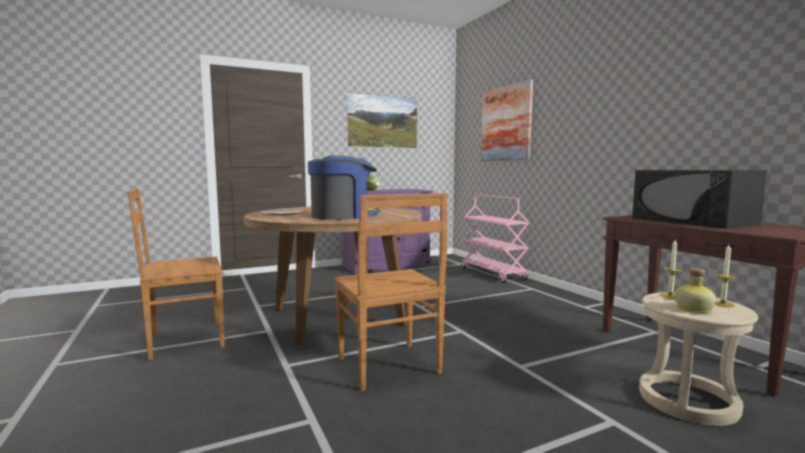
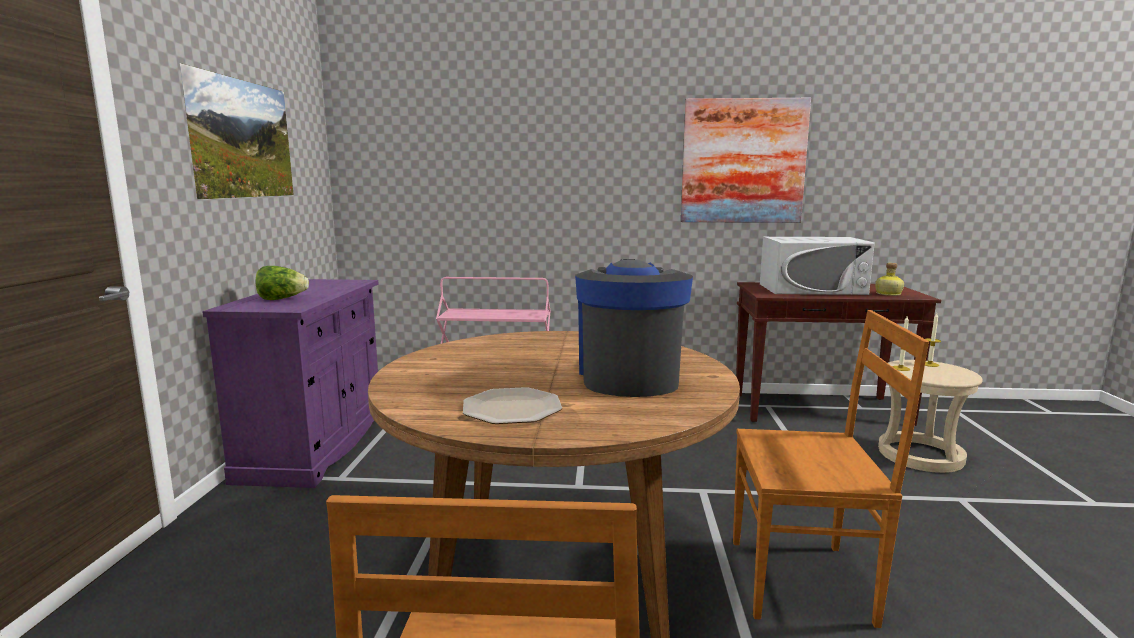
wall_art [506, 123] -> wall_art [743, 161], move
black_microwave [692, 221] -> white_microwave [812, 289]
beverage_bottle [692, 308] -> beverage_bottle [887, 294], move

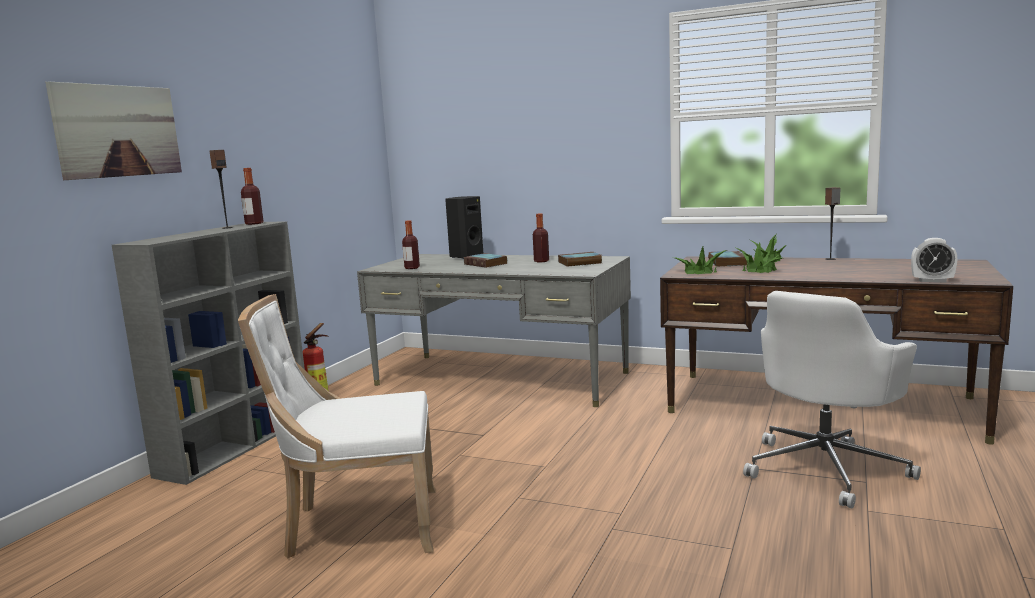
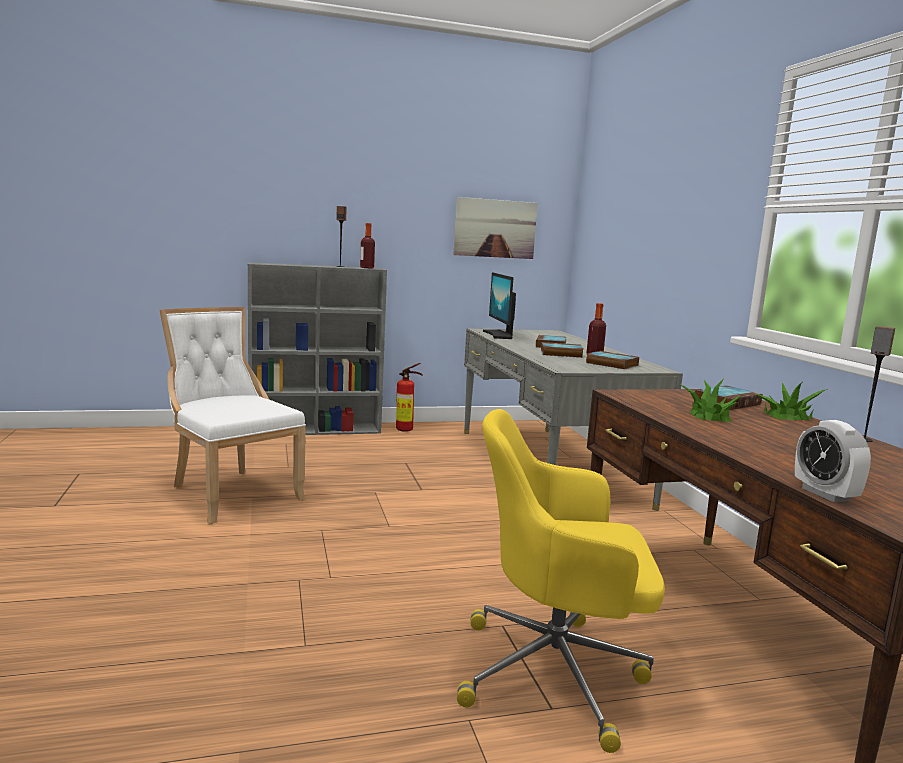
wall_art [118, 131] -> wall_art [495, 228], move
beverage_bottle [412, 268] -> computer_display [499, 335]
black_loudspeaker [465, 256] -> none
potted_plant [699, 271] -> none
white_office_chair [826, 468] -> yellowish_office_chair [556, 672]
none -> bound_book [560, 354]

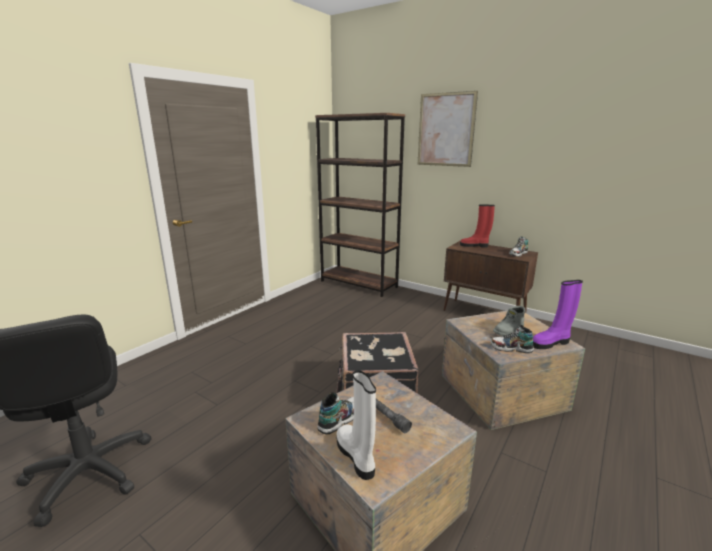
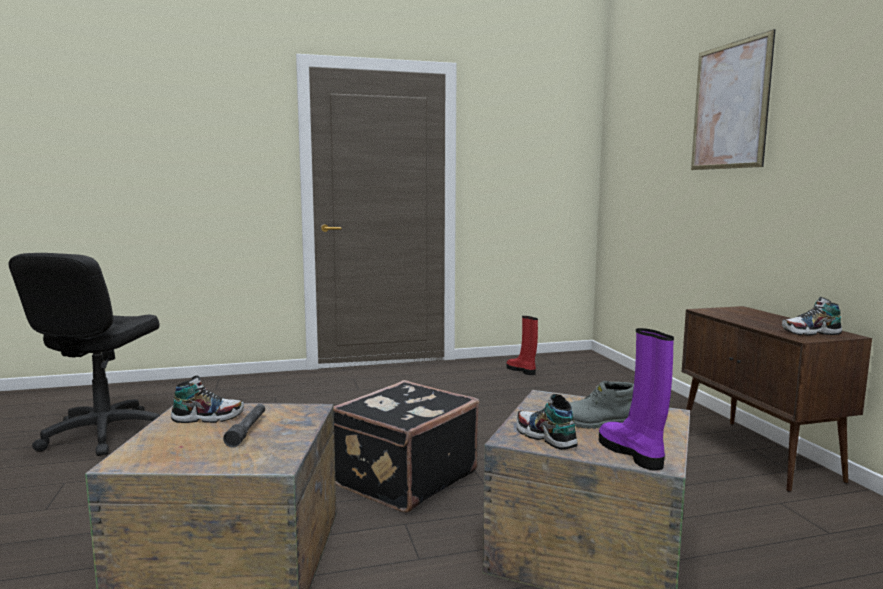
brown_bookshelf [359, 284] -> none
white_tall_boot [356, 456] -> none
red_tall_boot [474, 245] -> red_tall_boot [522, 370], move
purple-coloured_tall_boot [551, 343] -> purple-coloured_tall_boot [632, 453], 45 degrees clockwise

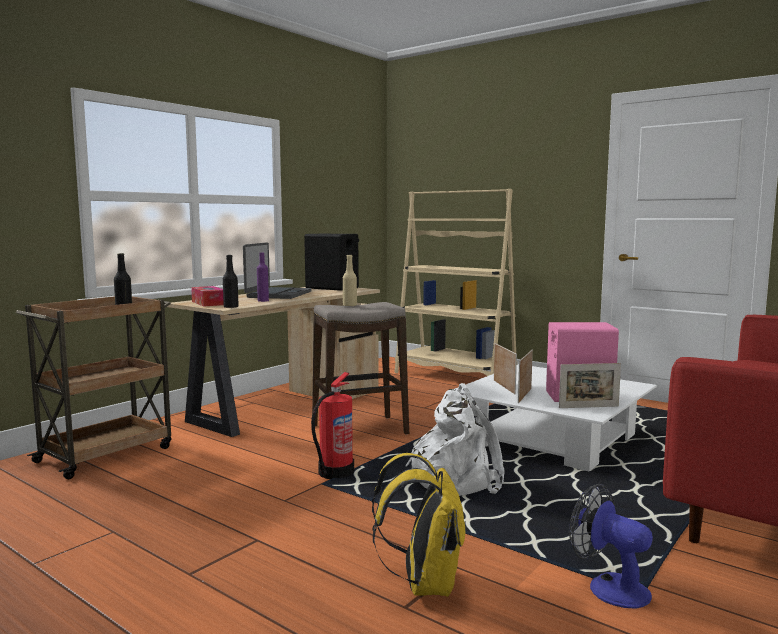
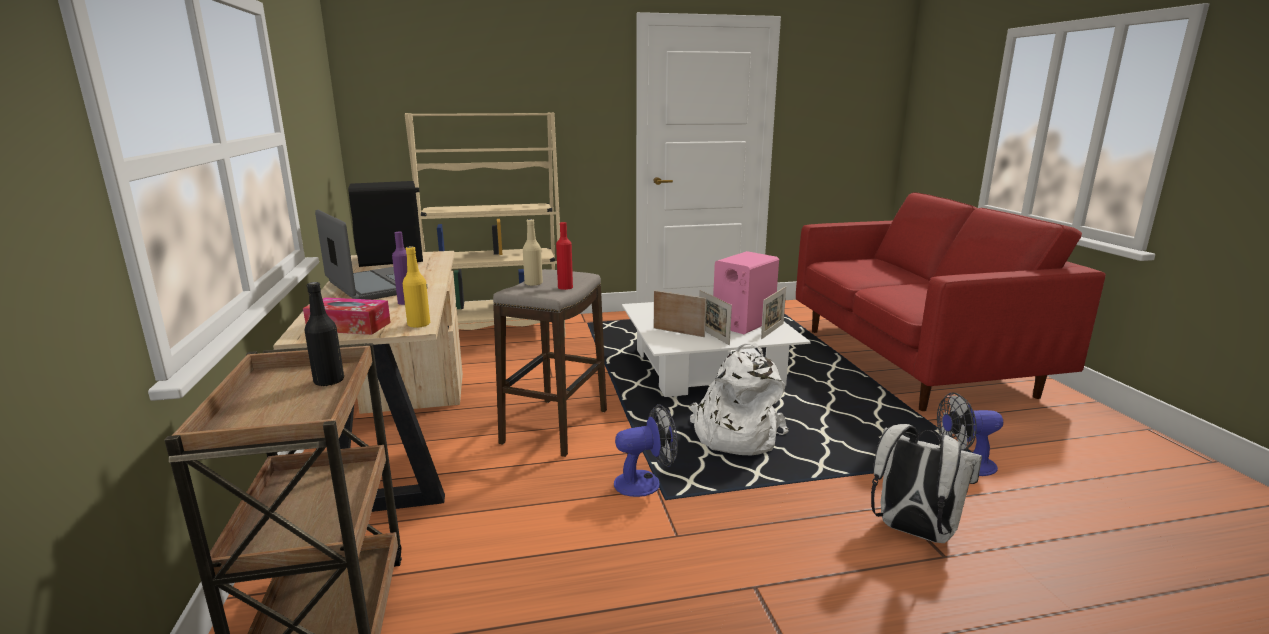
black_beverage_bottle [231, 307] -> yellowish_beverage_bottle [419, 325]
extinguisher [335, 473] -> electric_fan [645, 482]
yellowish_knapsack [424, 583] -> white_knapsack [912, 531]
none -> red_beverage_bottle [565, 287]

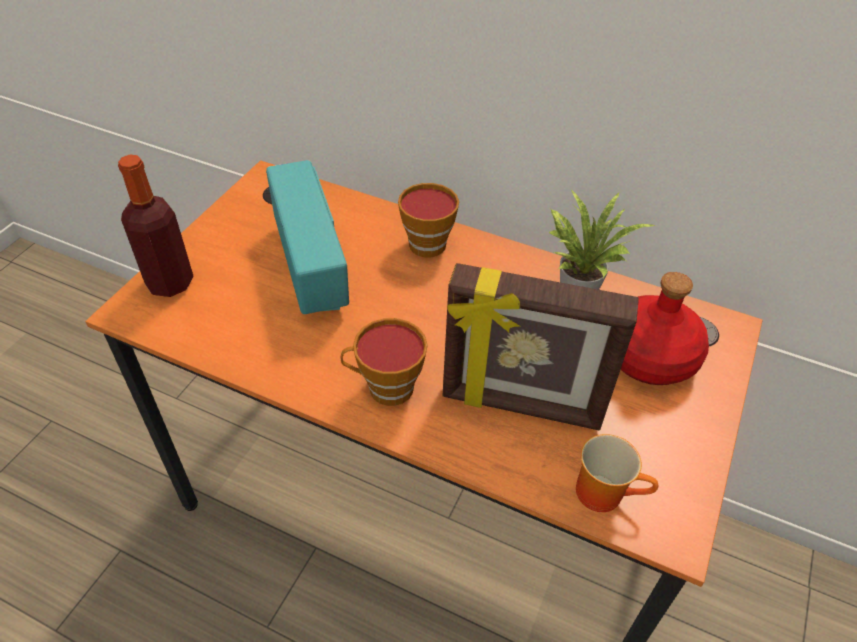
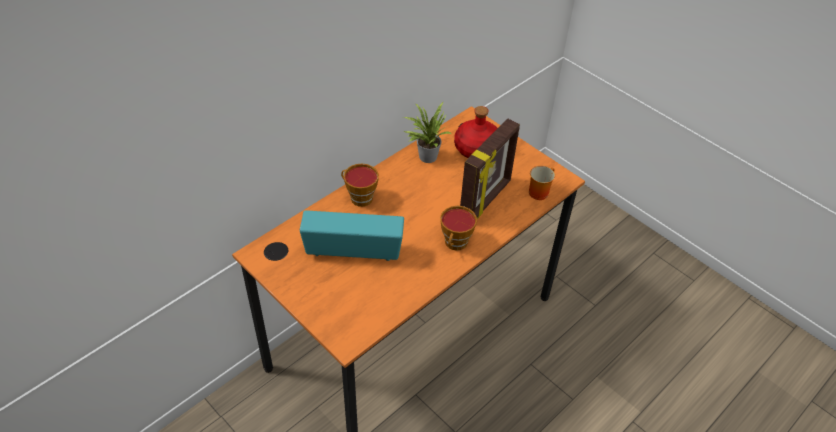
beverage_bottle [170, 282] -> none

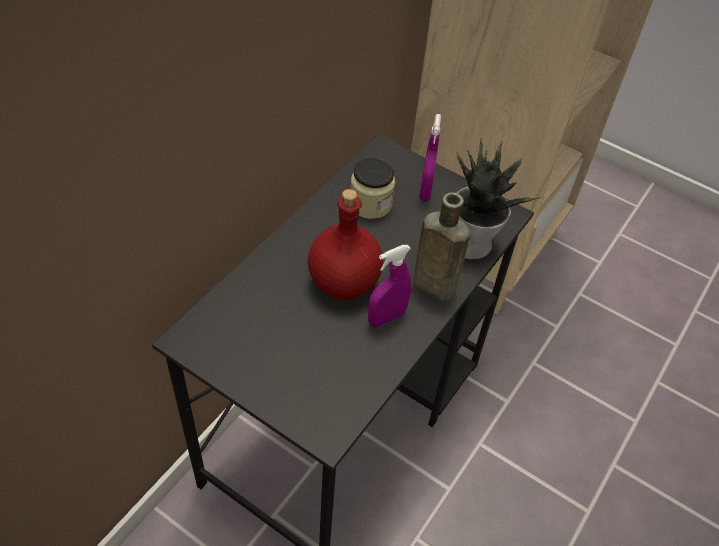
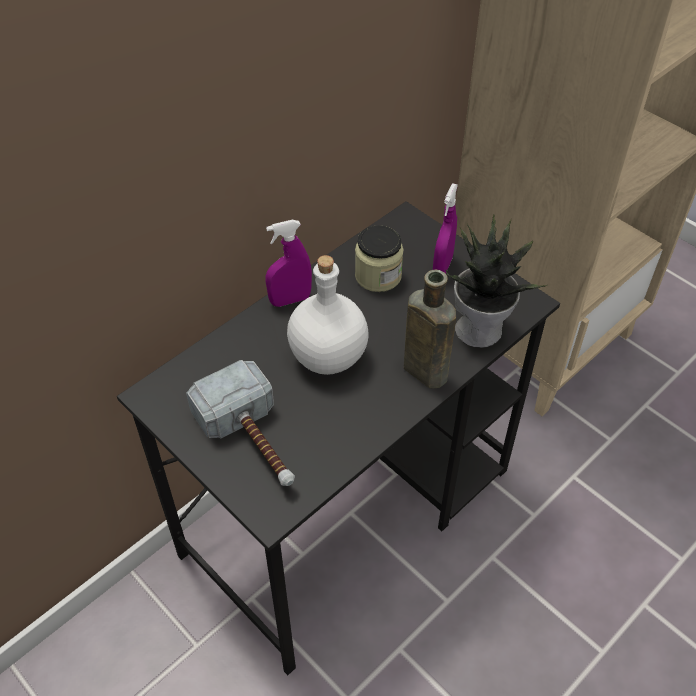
red_beverage_bottle [343, 282] -> white_beverage_bottle [328, 355]
purple-coloured_hand_sprayer [386, 317] -> purple-coloured_hand_sprayer [290, 300], move
none -> hammer [253, 441]

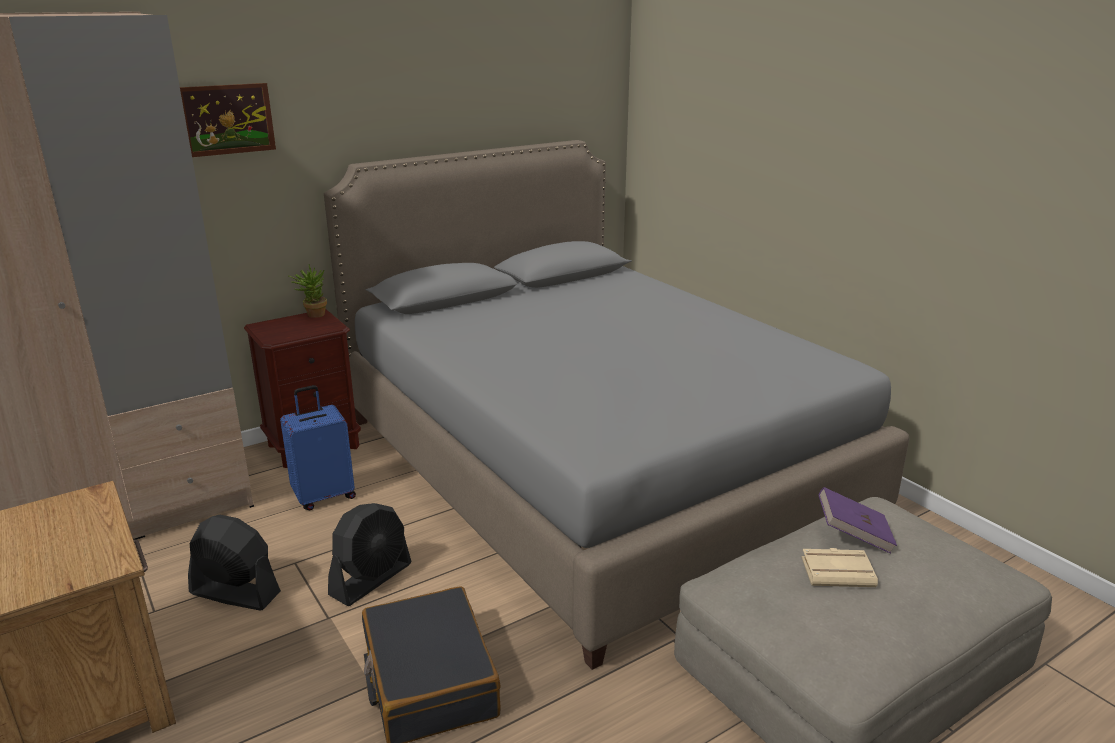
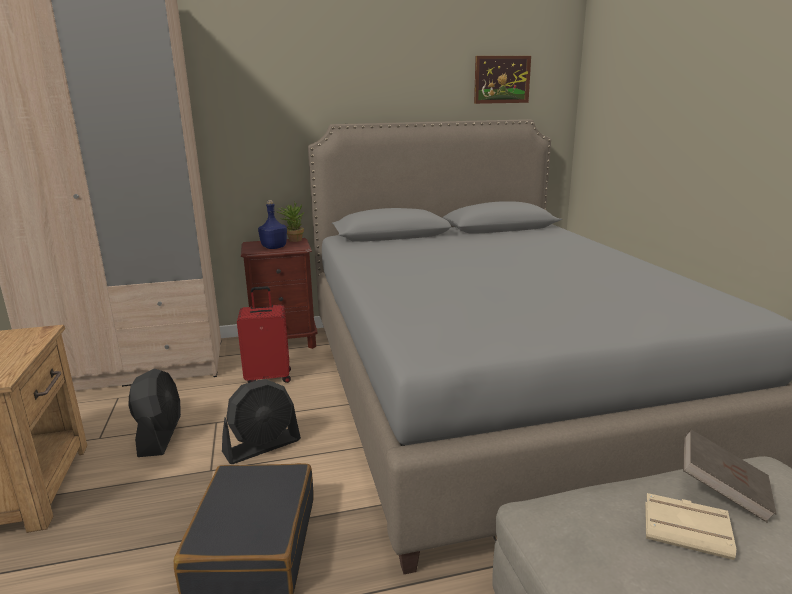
wall_art [227, 119] -> wall_art [502, 79], move
black_electric_fan [235, 593] -> black_electric_fan [160, 436], 45 degrees clockwise
blue_suitcase [324, 496] -> red_suitcase [268, 377]
purple-coloured_bound_book [853, 535] -> brown_bound_book [722, 491]
none -> blue_beverage_bottle [273, 247]

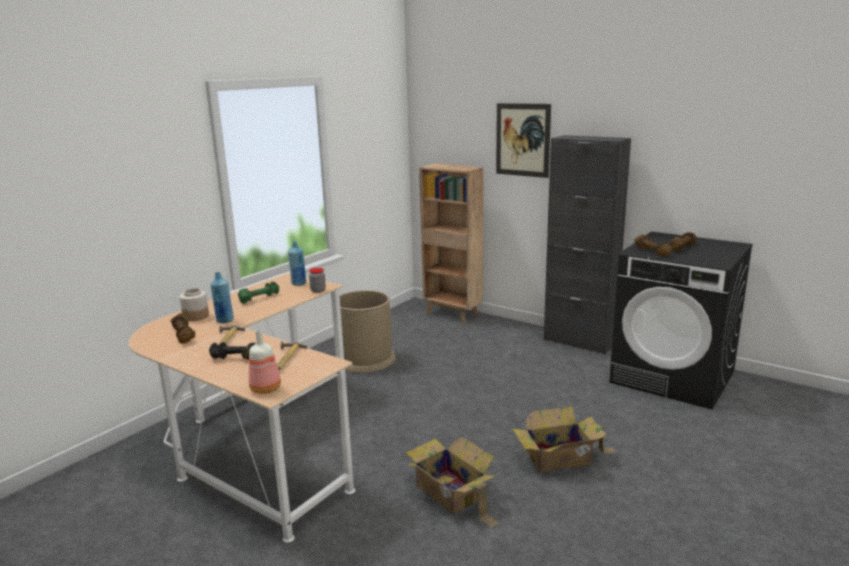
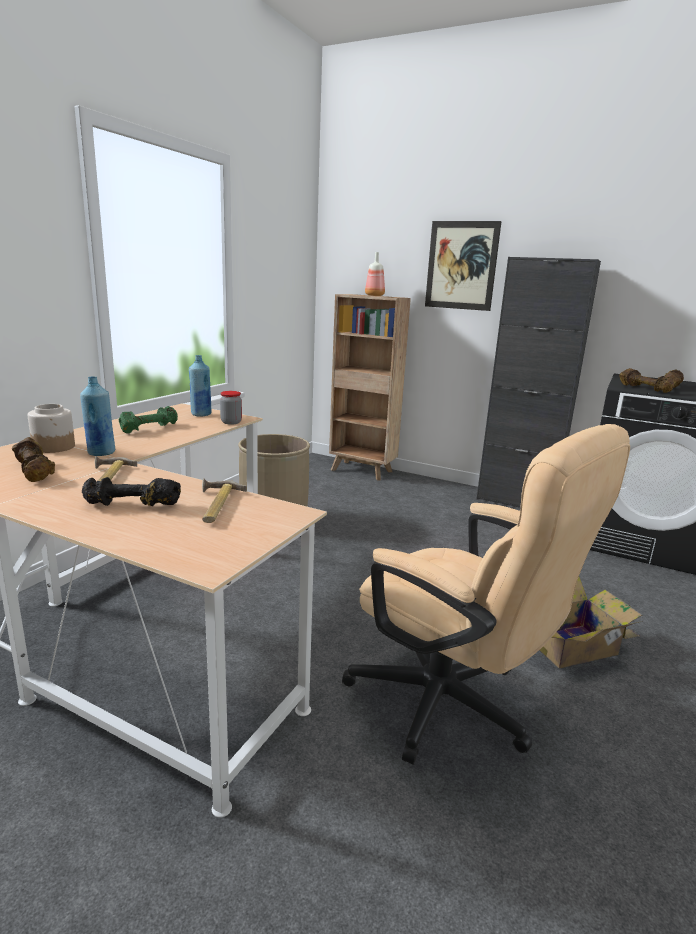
beverage_bottle [266, 388] -> beverage_bottle [375, 295], move
packing_box [451, 493] -> beige-coloured_office_chair [454, 708]

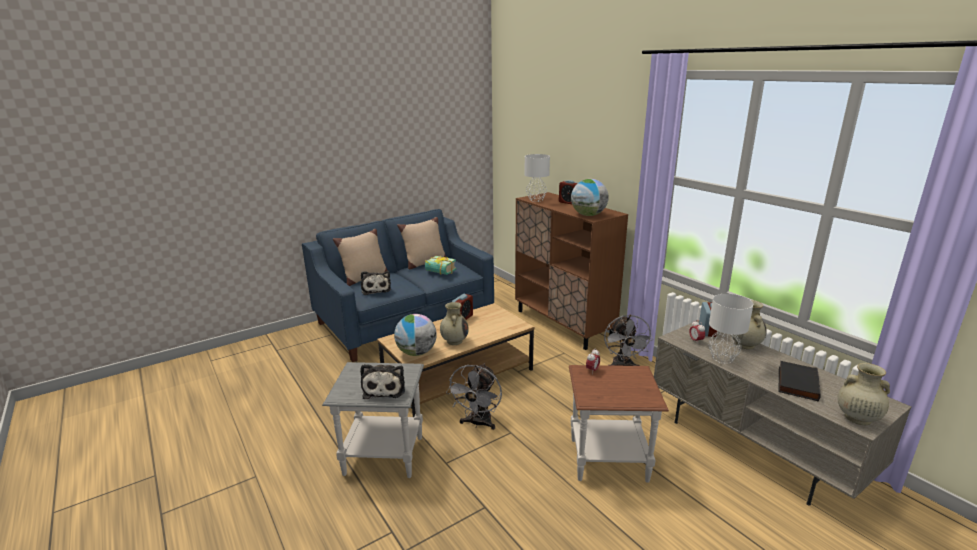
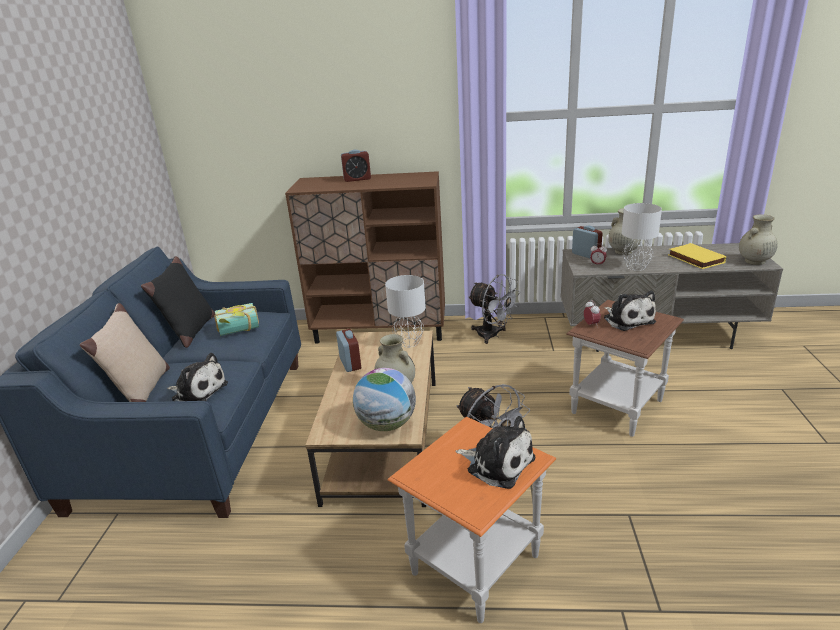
gray_side_table [384, 455] -> orange-coloured_side_table [476, 563]
beige-coloured_pillow [424, 263] -> black_pillow [190, 332]
gray_tabletop_lamp [535, 200] -> gray_tabletop_lamp [409, 343], move
desk_globe [588, 215] -> none
black_bound_book [796, 383] -> yellowish_bound_book [694, 259]
none -> soft_toy [627, 319]

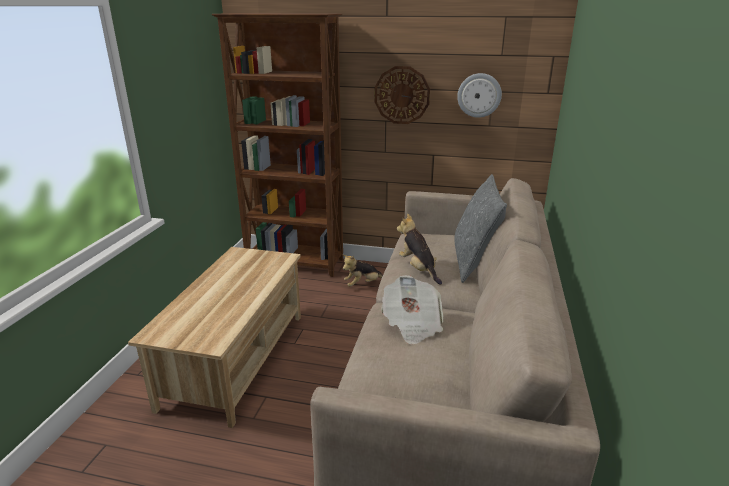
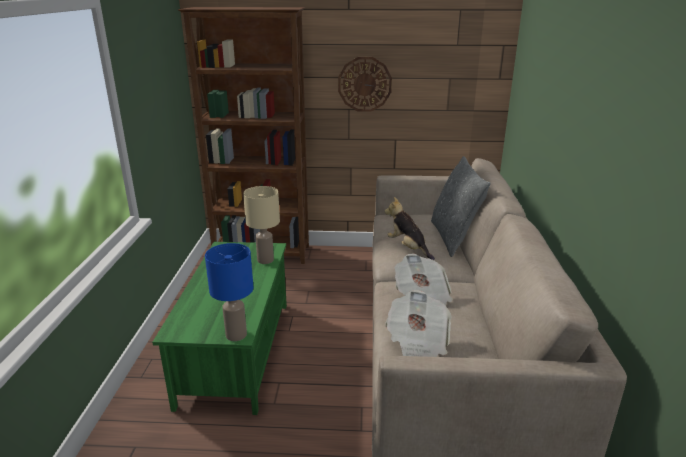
beige-coloured_coffee_table [236, 359] -> greenish_coffee_table [237, 351]
soft_toy [362, 284] -> none
hanging_clock [479, 95] -> none
none -> blue_tabletop_lamp [235, 335]
none -> beige-coloured_tabletop_lamp [265, 260]
none -> newspaper [417, 342]

